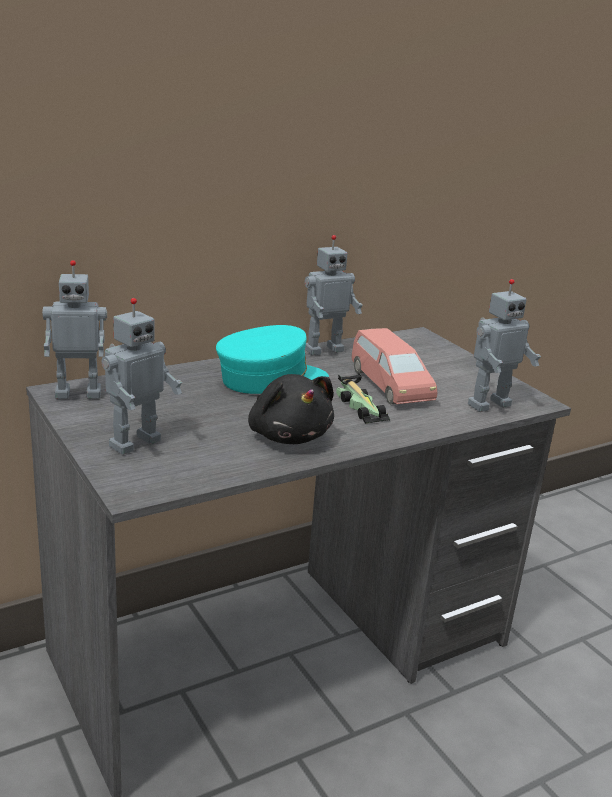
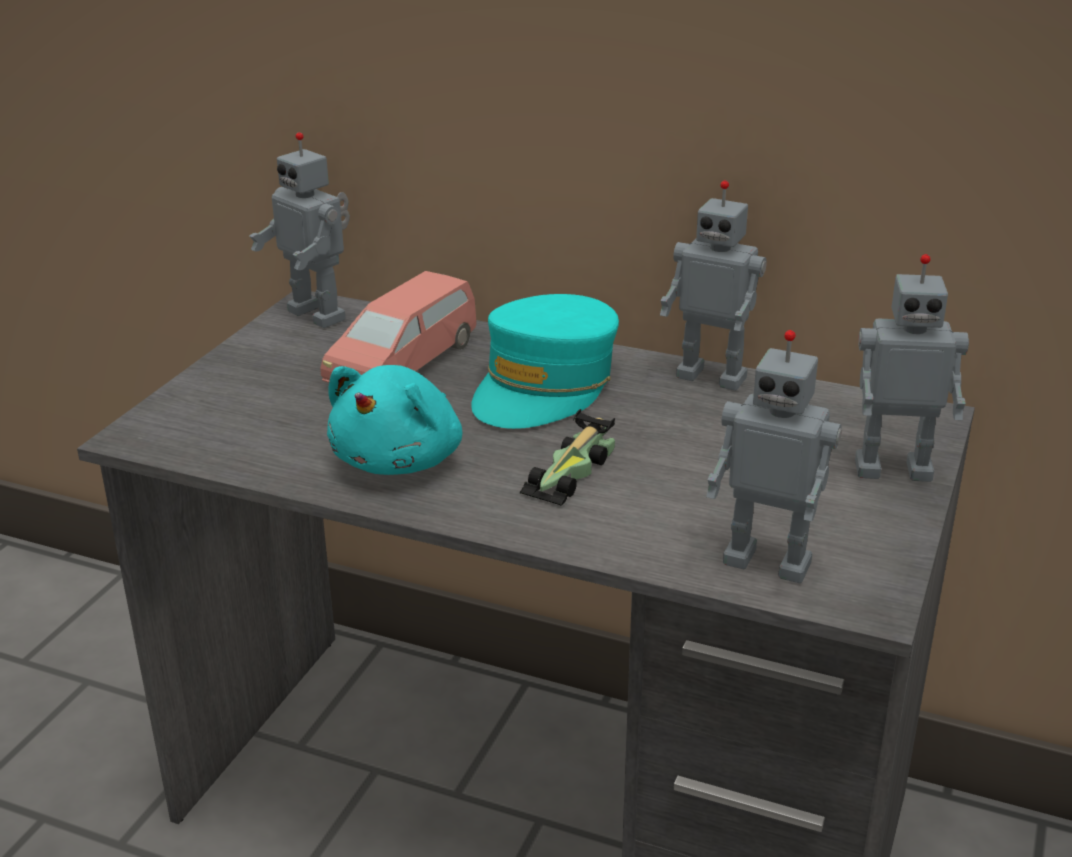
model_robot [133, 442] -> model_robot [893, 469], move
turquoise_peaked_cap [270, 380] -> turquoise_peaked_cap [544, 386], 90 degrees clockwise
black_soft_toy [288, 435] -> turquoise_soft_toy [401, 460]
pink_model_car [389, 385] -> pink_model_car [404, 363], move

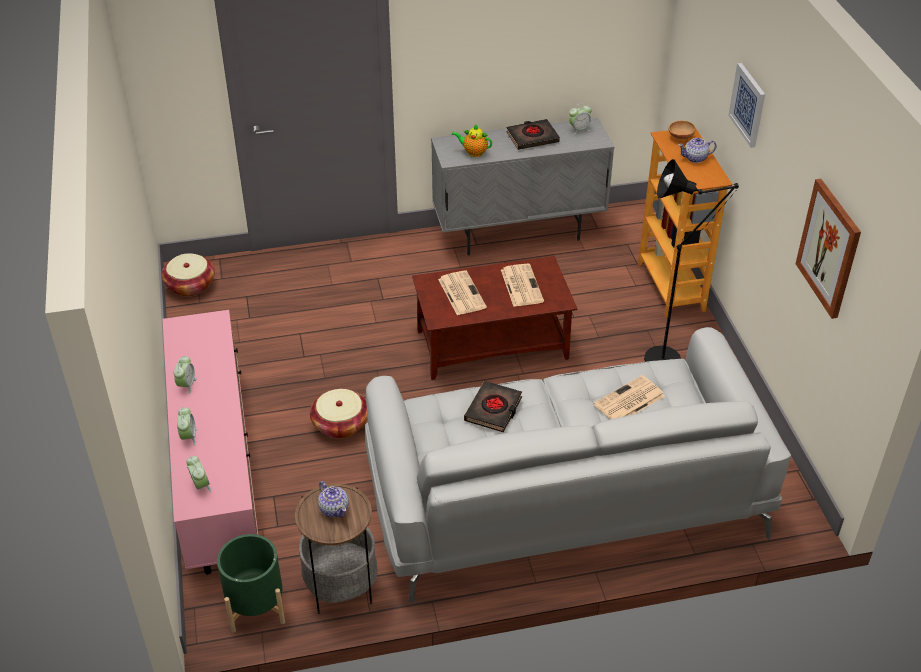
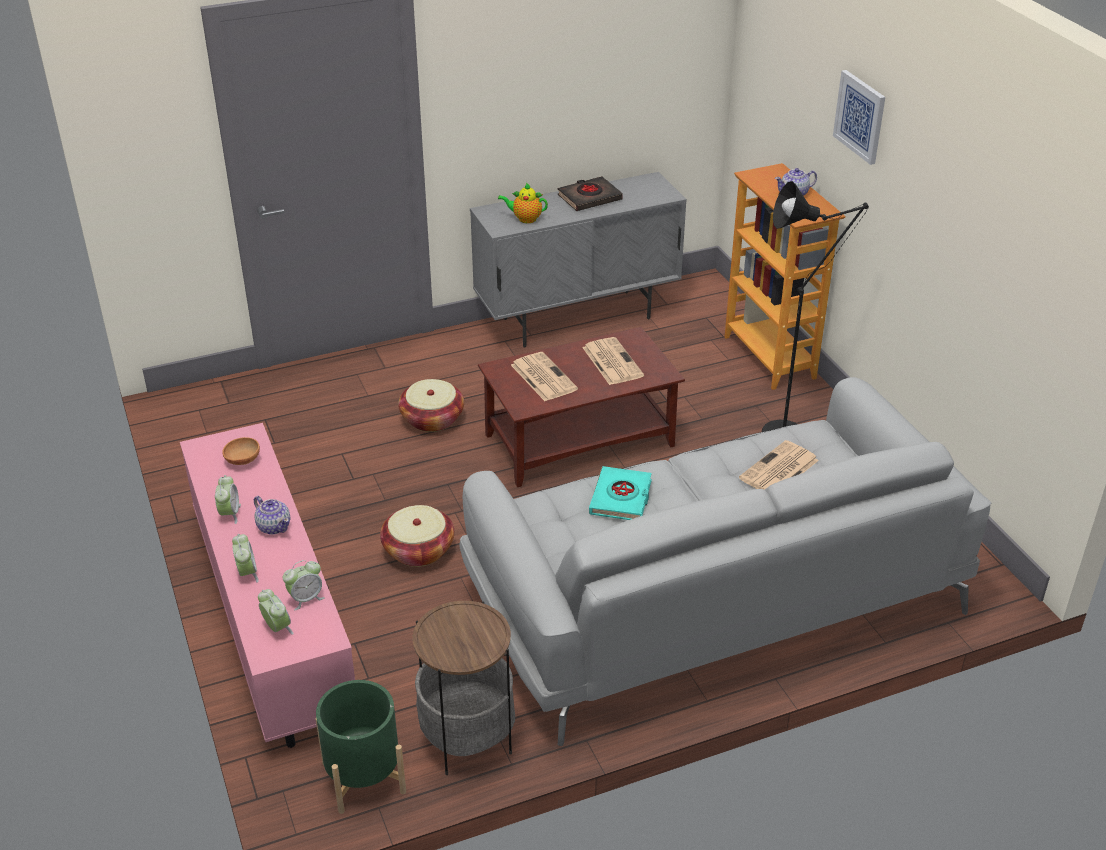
household_basket [190, 285] -> household_basket [432, 419], move
teapot [334, 508] -> teapot [274, 526], move
black_bound_book [493, 410] -> turquoise_bound_book [621, 498]
table_clock [579, 129] -> table_clock [306, 598], move
brown_deep_dish [680, 137] -> brown_deep_dish [242, 460], move
wall_art [829, 248] -> none

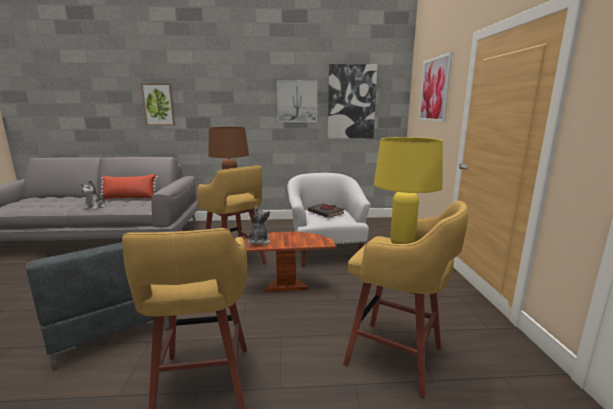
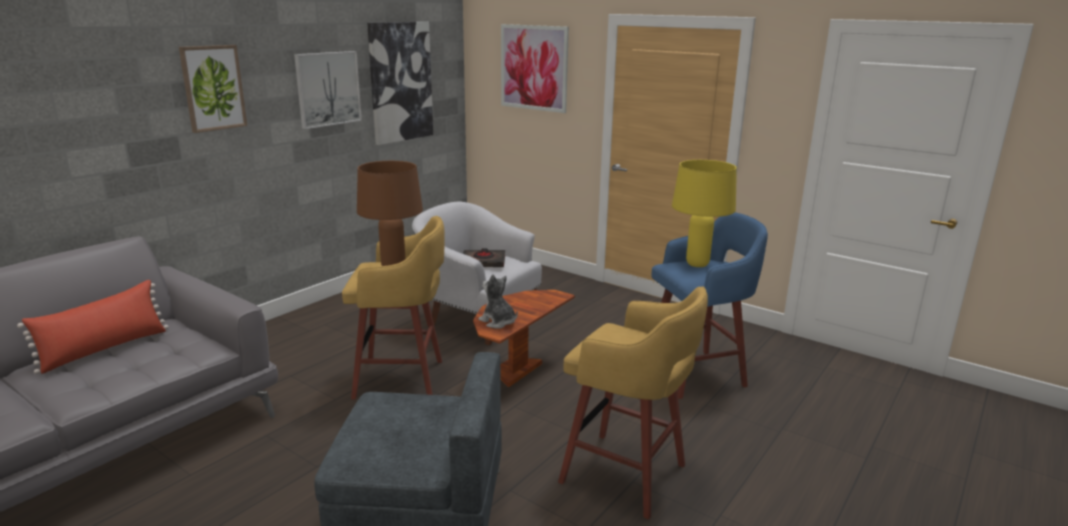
soft_toy [95, 207] -> none
wall_art [158, 104] -> wall_art [213, 88], move
yellowish_stool [397, 357] -> blue_stool [697, 373]

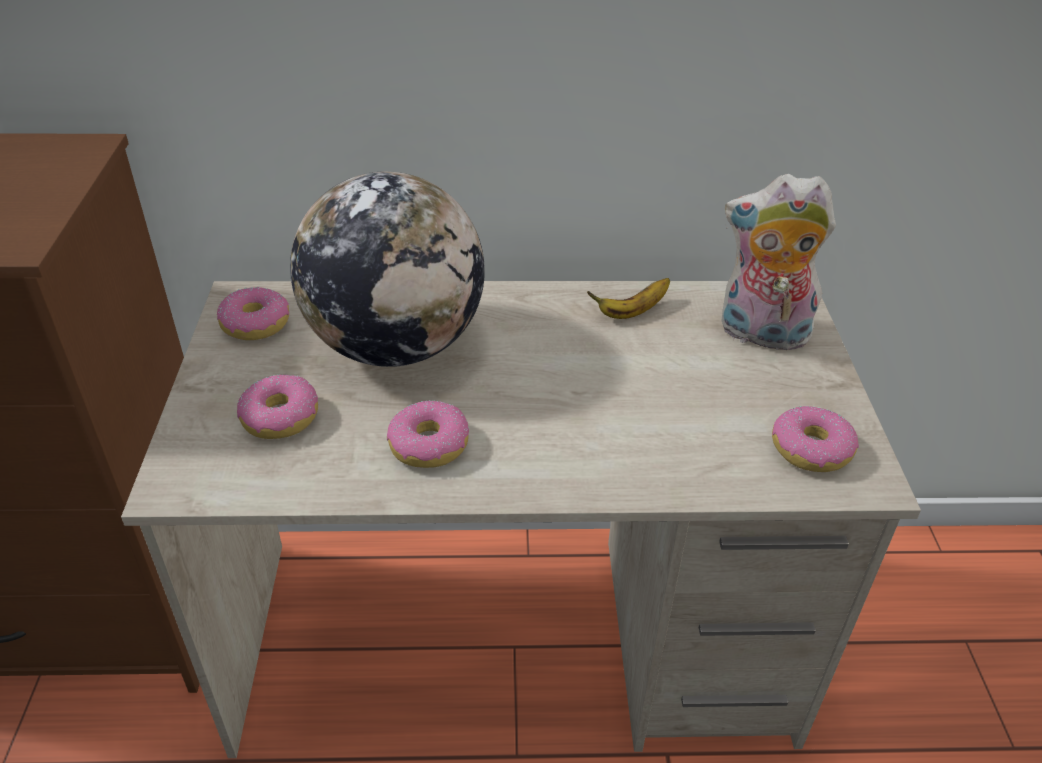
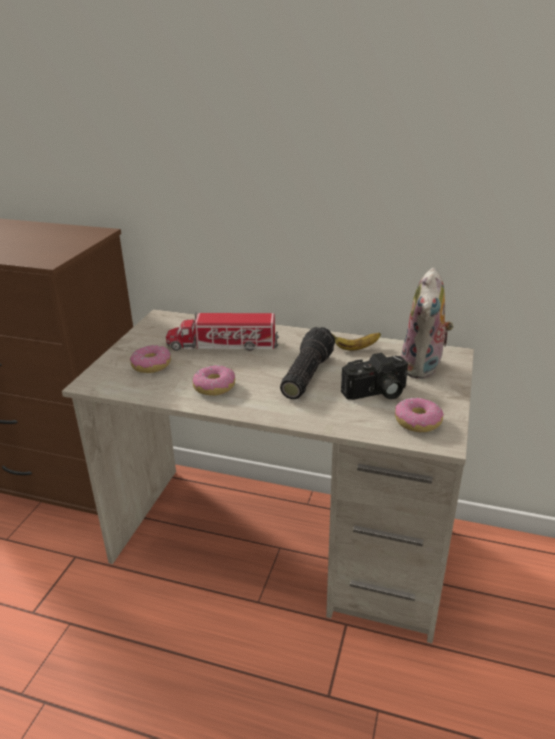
ring_doughnut [256, 324] -> none
desk_globe [395, 345] -> model_truck [223, 345]
soft_toy [760, 335] -> soft_toy [423, 368], 105 degrees counterclockwise
none -> torch [305, 374]
none -> still_camera [376, 393]

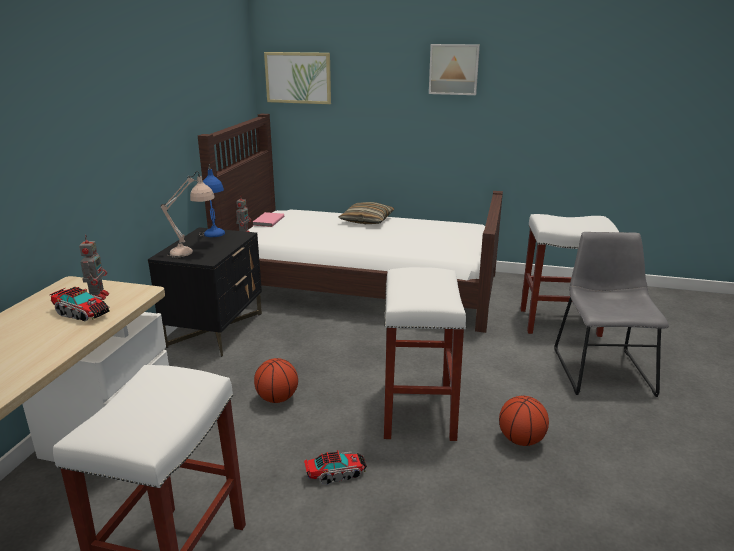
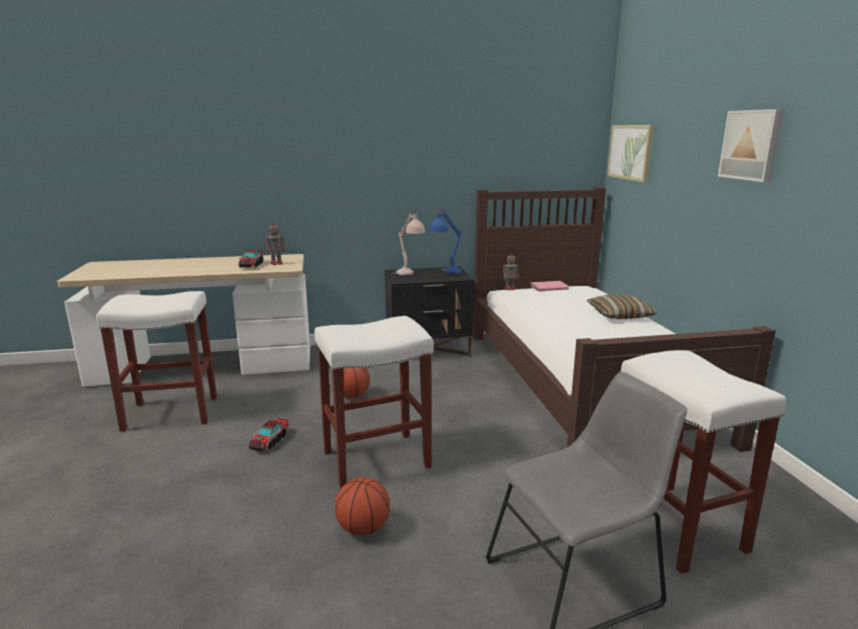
model_truck [336, 474] -> model_truck [269, 442], 60 degrees clockwise

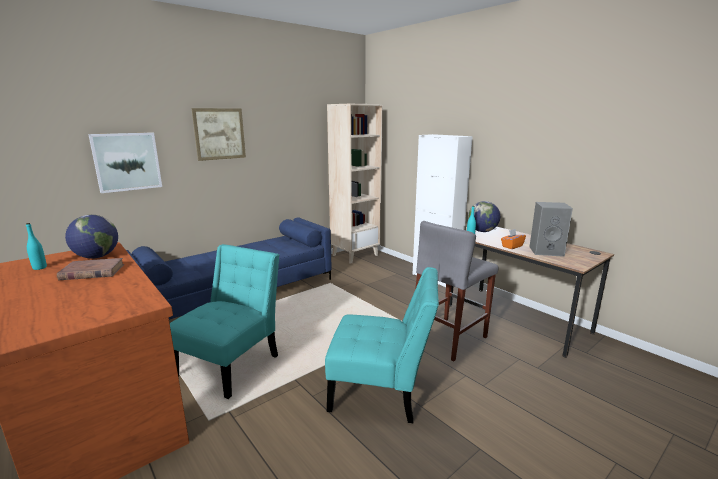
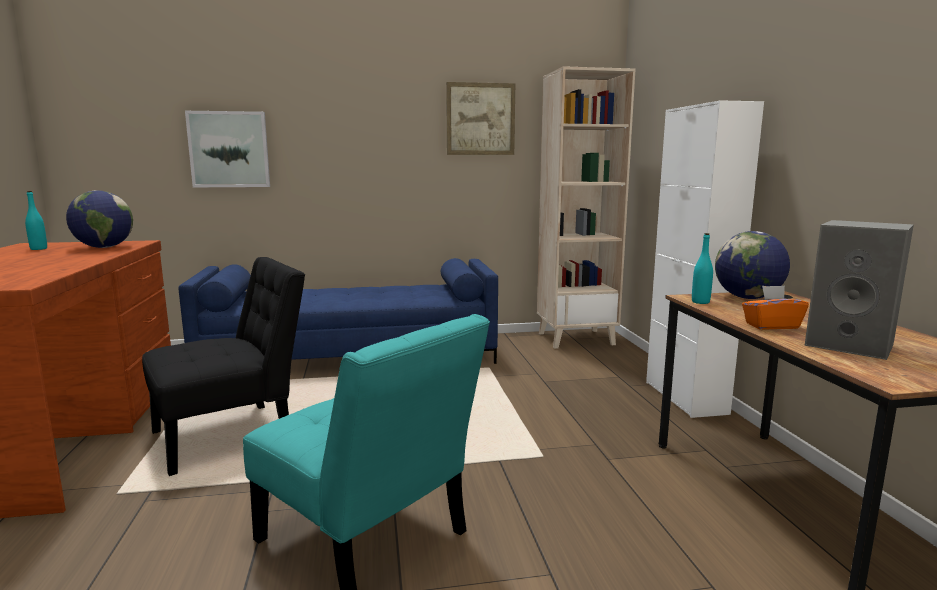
brown_bound_book [92, 272] -> none
turquoise_chair [232, 363] -> black_chair [232, 435]
wall_art [219, 134] -> wall_art [480, 119], move
gray_stool [449, 338] -> none

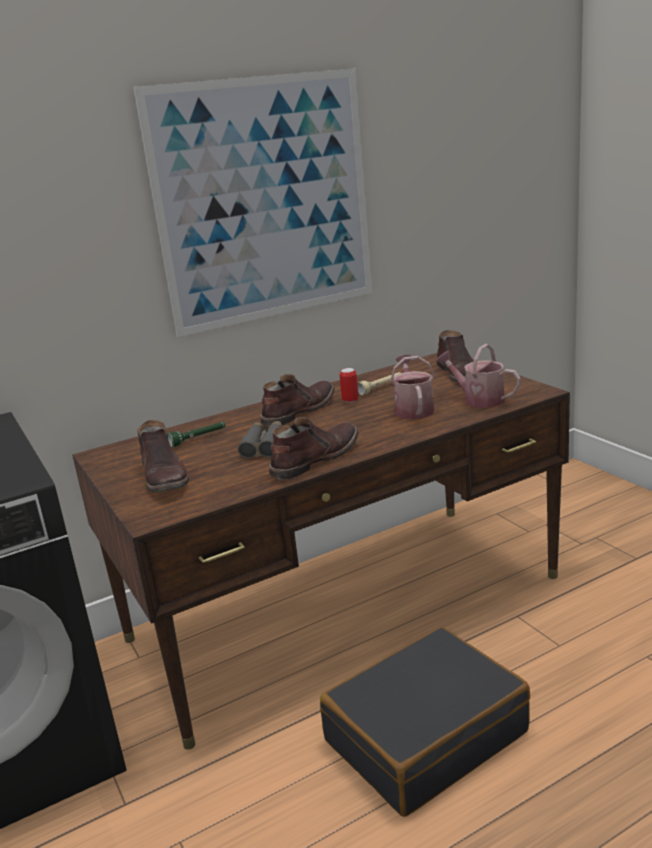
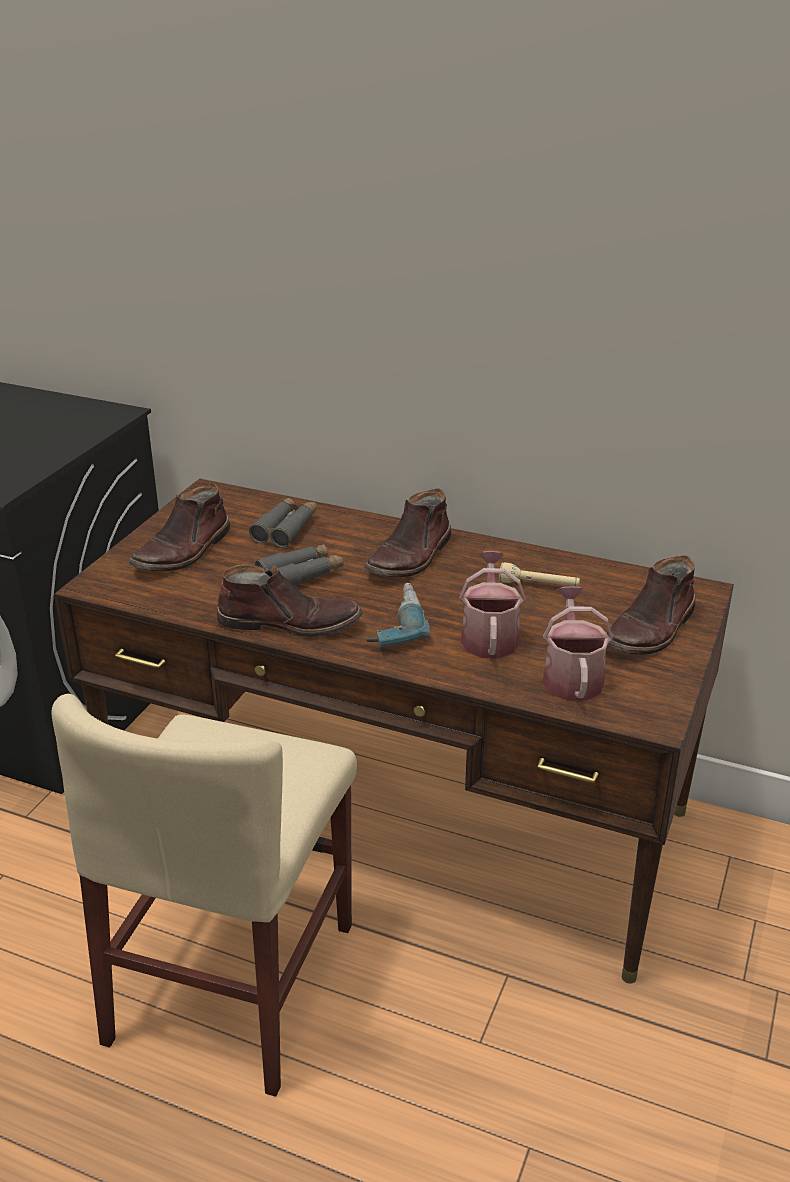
wall_art [265, 201] -> none
greenish_torch [198, 439] -> gray_binoculars [286, 529]
brown_tall_boot [298, 411] -> brown_tall_boot [411, 557], 120 degrees clockwise
black_suitcase [425, 735] -> beige-coloured_chair [233, 981]
sealed_can [350, 401] -> none
sprinkling_can [413, 409] -> sprinkling_can [489, 636], 45 degrees counterclockwise
none -> electric_drill [393, 624]

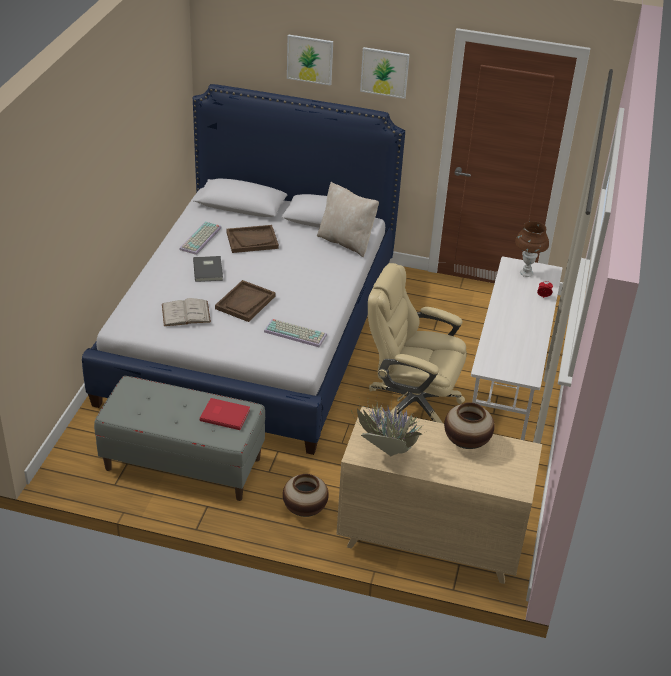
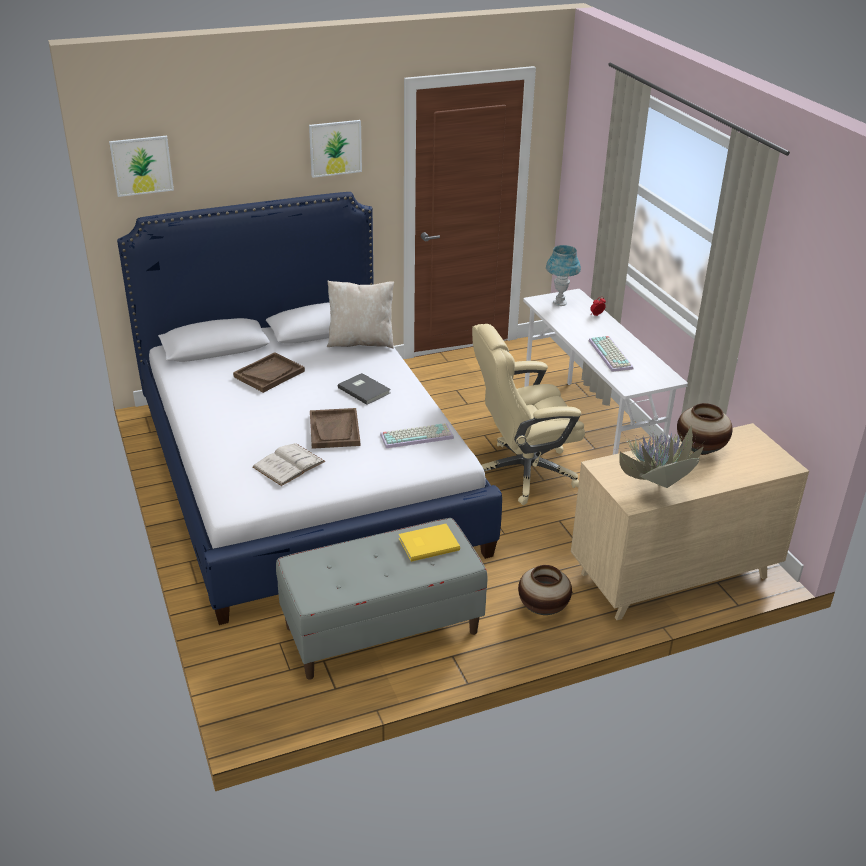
computer_keyboard [201, 239] -> computer_keyboard [611, 355], move
gray_bound_book [209, 269] -> gray_bound_book [364, 389], move
red_bound_book [224, 414] -> yellowish_bound_book [427, 543]
wall_art [310, 59] -> wall_art [141, 165], move
brown_tabletop_lamp [526, 273] -> blue_tabletop_lamp [560, 303]

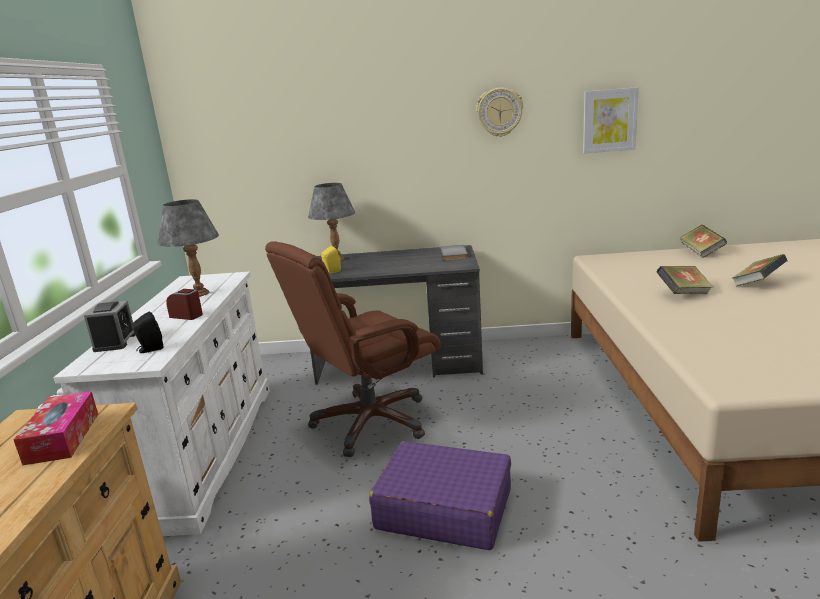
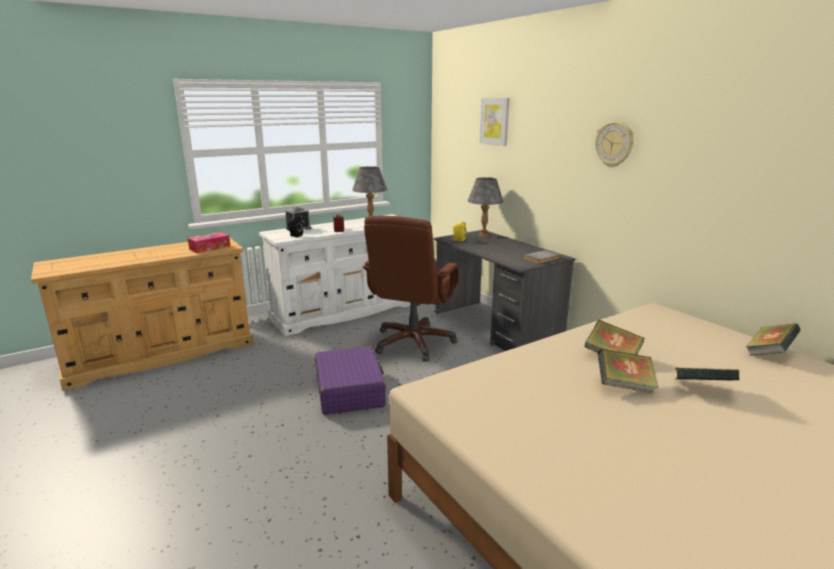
brown_office_chair [370, 422] -> brown_office_chair [413, 342], 90 degrees counterclockwise
wall_art [609, 120] -> wall_art [495, 121], move
none -> bound_book [624, 386]

